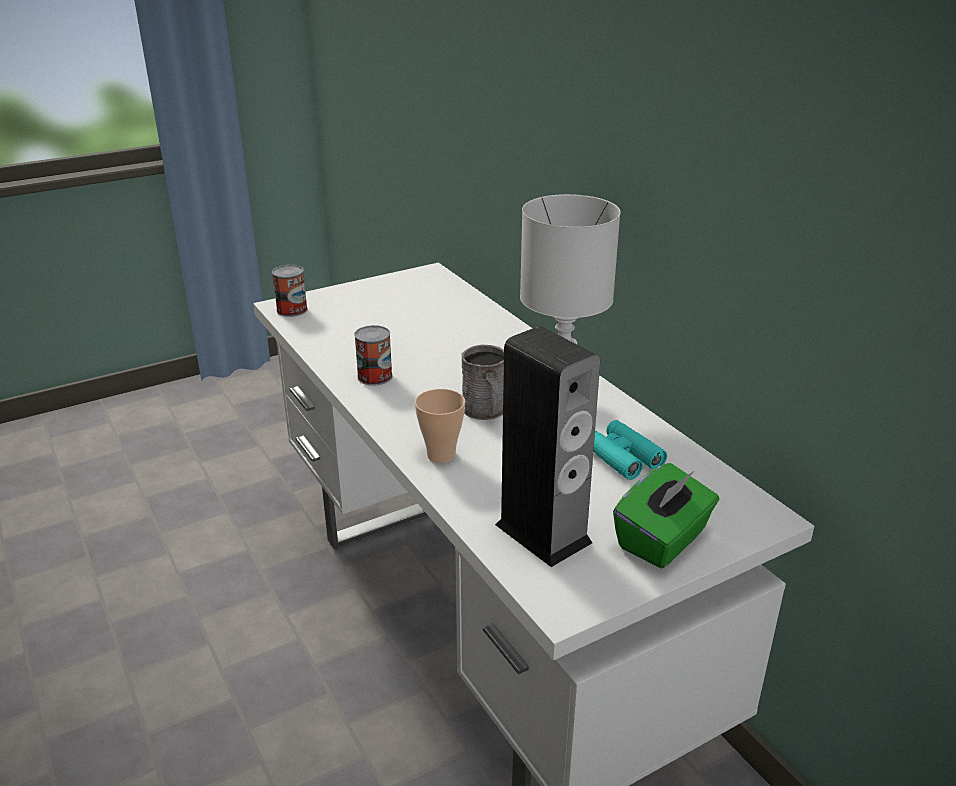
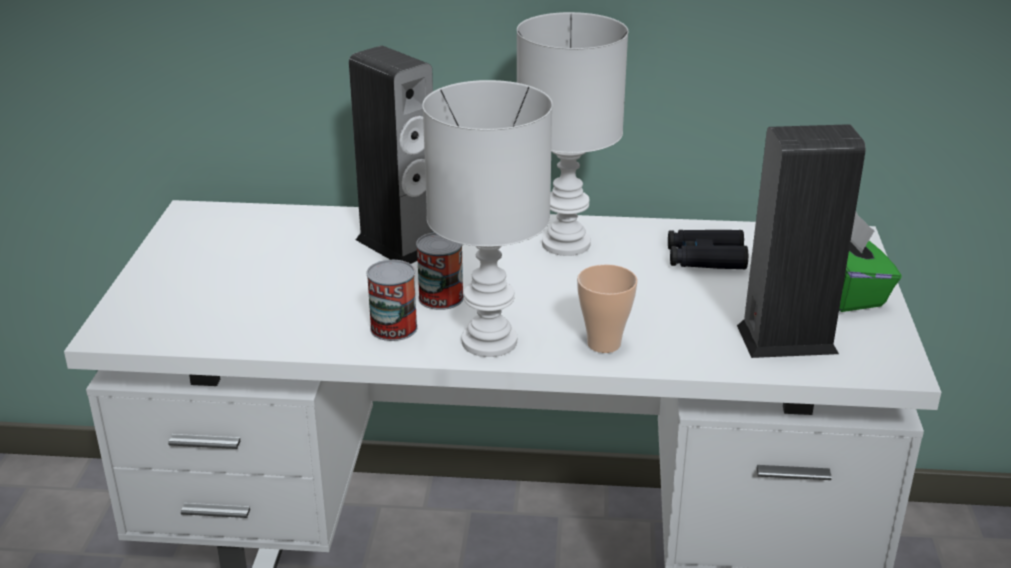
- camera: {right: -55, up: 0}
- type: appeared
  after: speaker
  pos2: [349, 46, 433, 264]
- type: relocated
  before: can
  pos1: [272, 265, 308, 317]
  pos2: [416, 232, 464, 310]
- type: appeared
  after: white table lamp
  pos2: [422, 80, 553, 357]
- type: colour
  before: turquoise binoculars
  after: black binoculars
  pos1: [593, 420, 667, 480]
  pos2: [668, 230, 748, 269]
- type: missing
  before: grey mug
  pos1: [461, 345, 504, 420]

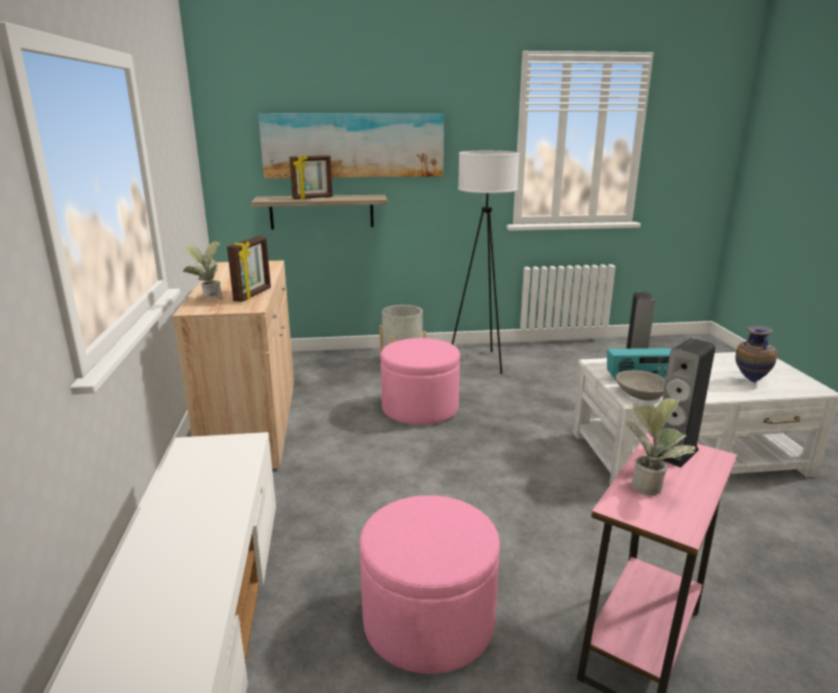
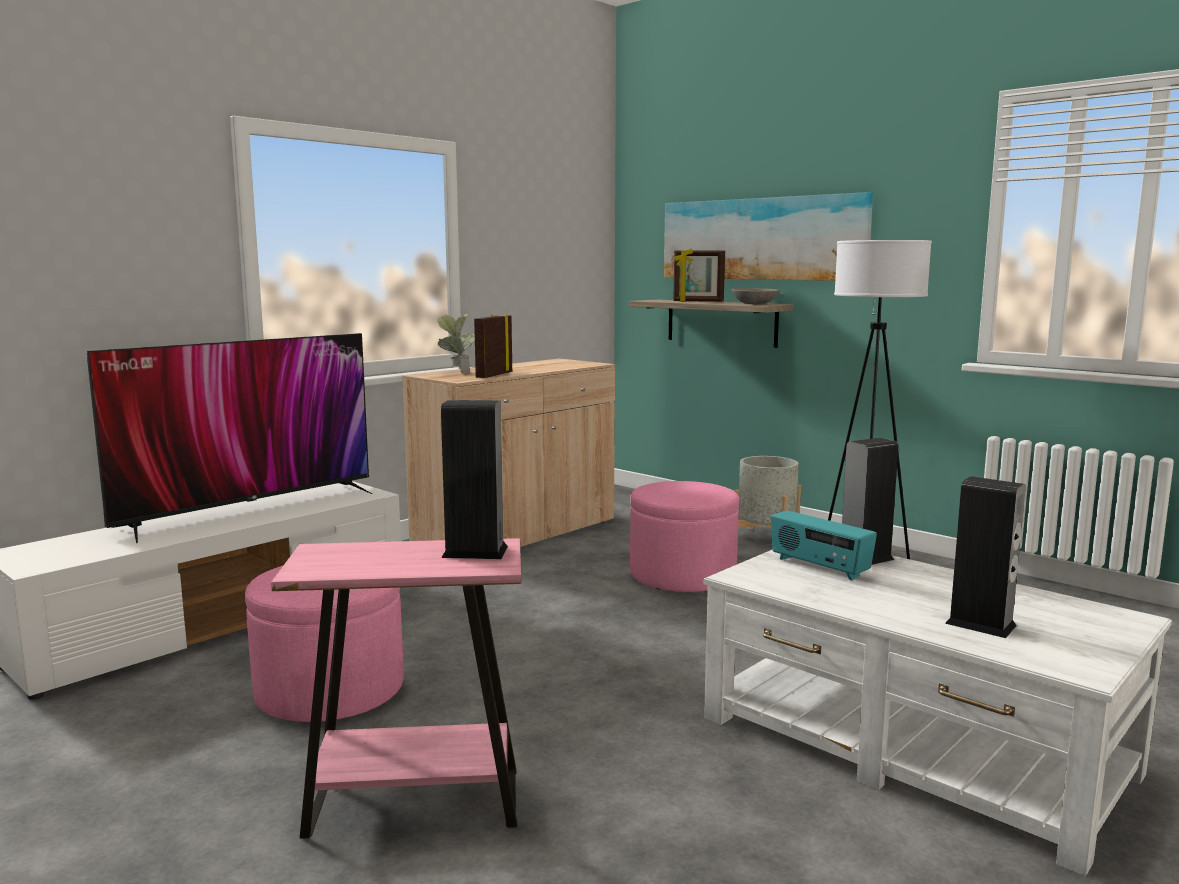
- camera: {right: 50, up: -10}
- type: appeared
  after: television
  pos2: [87, 333, 372, 543]
- type: spun
  before: picture frame
  pos1: [227, 236, 271, 302]
  pos2: [474, 314, 512, 378]
  turn: 135
- type: relocated
  before: grey bowl
  pos1: [615, 370, 666, 400]
  pos2: [731, 288, 779, 304]
- type: exchanged
  before: vase
  after: speaker
  pos1: [735, 326, 777, 383]
  pos2: [945, 476, 1026, 638]
- type: missing
  before: potted plant
  pos1: [625, 398, 695, 496]

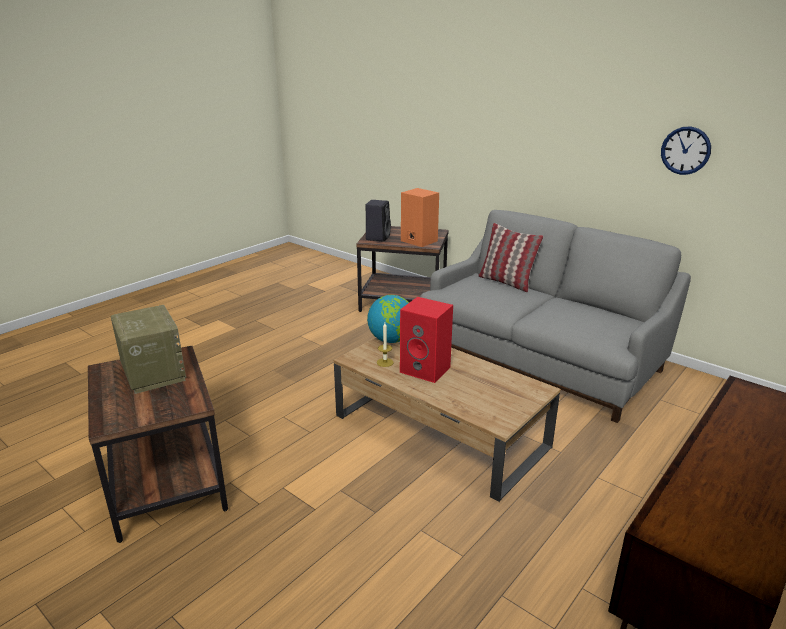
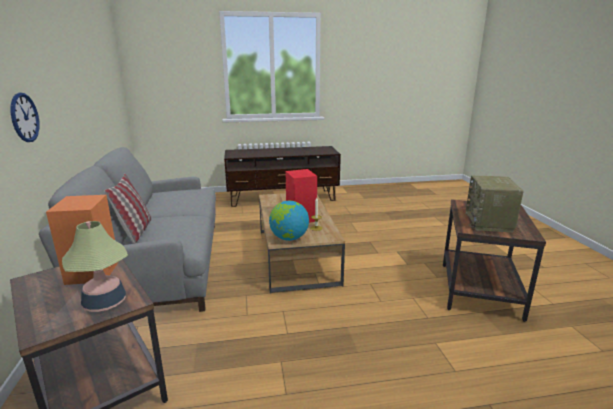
- camera: {right: -140, up: -5}
- type: relocated
  before: wall clock
  pos1: [661, 126, 711, 175]
  pos2: [11, 93, 39, 142]
- type: exchanged
  before: black speaker
  after: table lamp
  pos1: [365, 200, 391, 242]
  pos2: [62, 221, 128, 312]

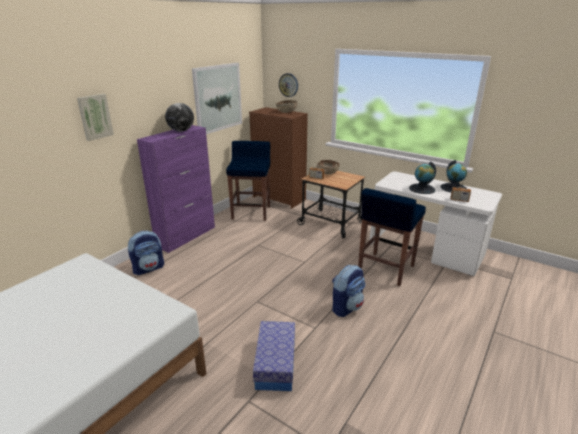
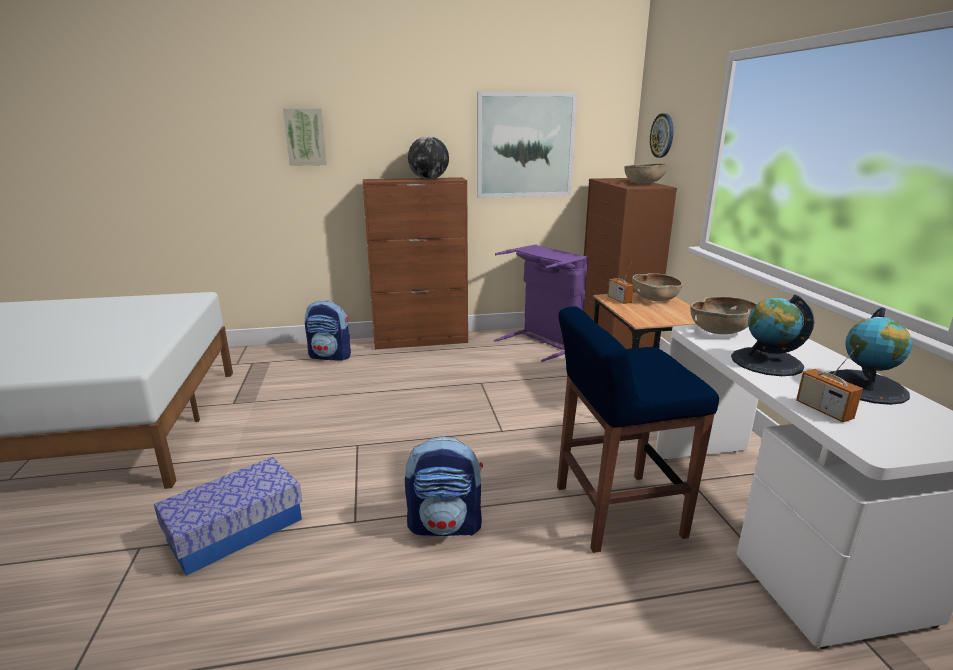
- camera: {right: 45, up: -5}
- type: colour
  before: purple cabinet
  after: brown cabinet
  pos1: [137, 125, 215, 253]
  pos2: [363, 177, 468, 349]
- type: exchanged
  before: blue stool
  after: purple laundry basket
  pos1: [226, 141, 270, 221]
  pos2: [494, 244, 588, 362]
- type: appeared
  after: brown bowl
  pos2: [690, 296, 757, 334]

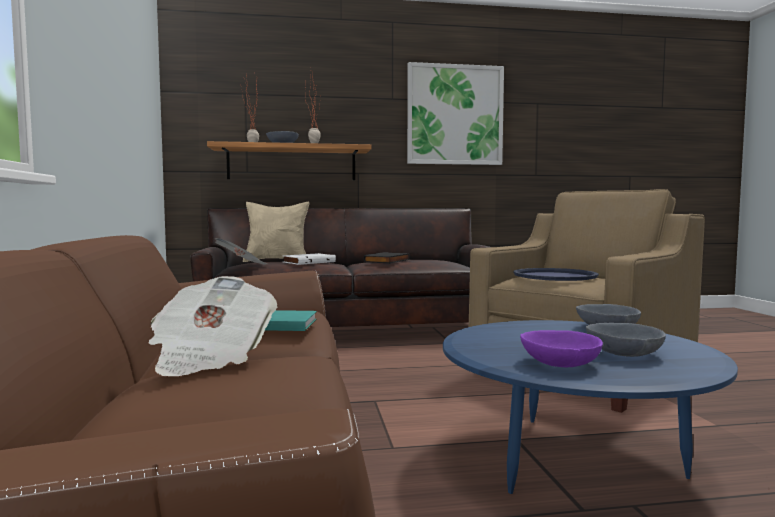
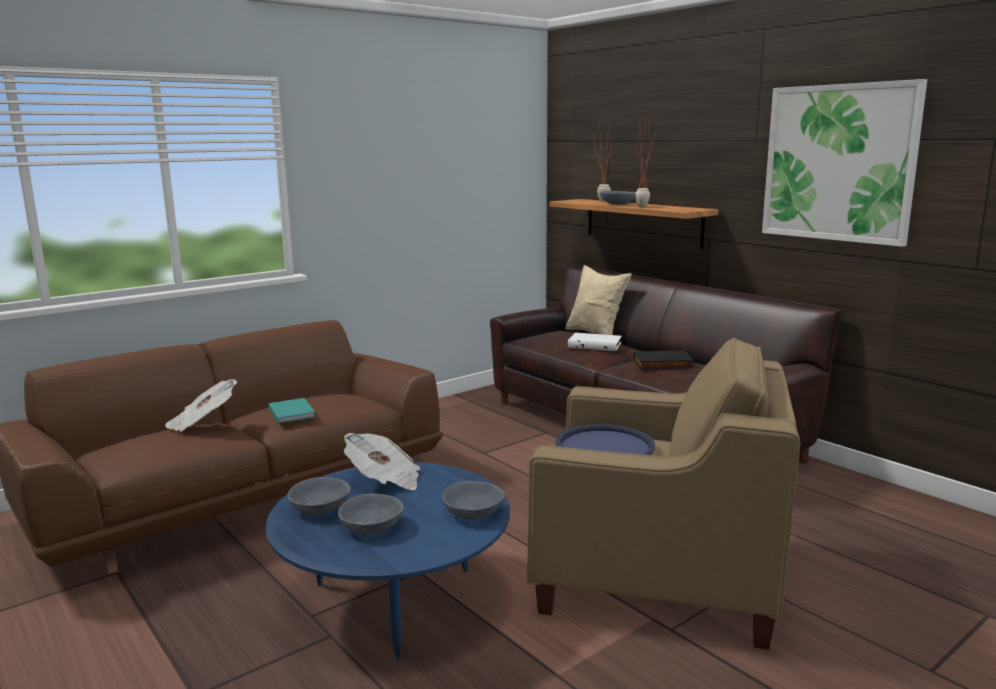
- camera: {right: 60, up: 10}
- type: colour
  before: purple bowl
  after: grey bowl
  pos1: [520, 330, 603, 367]
  pos2: [288, 477, 351, 515]
- type: relocated
  before: newspaper
  pos1: [214, 238, 267, 265]
  pos2: [344, 433, 420, 490]

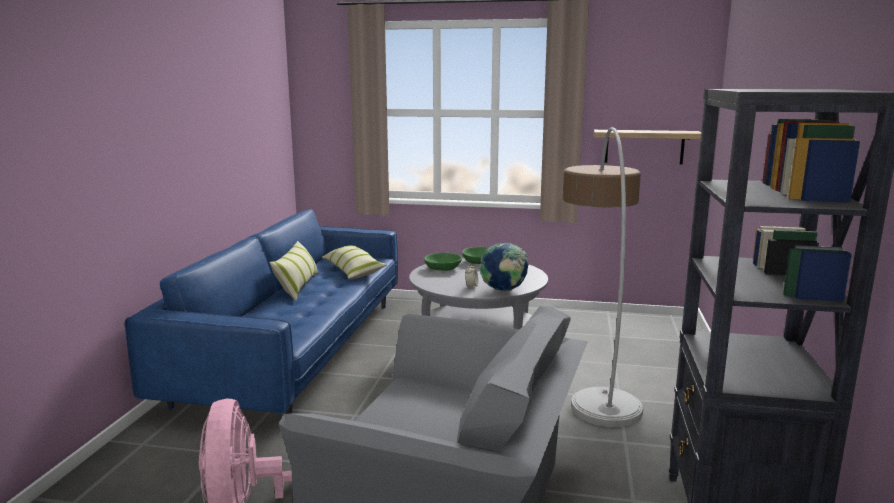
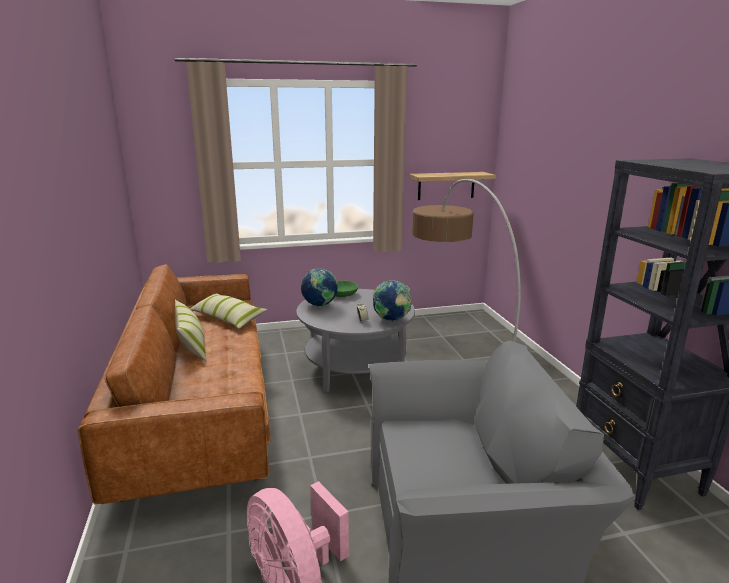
- camera: {right: -25, up: 5}
- type: colour
  before: blue sofa
  after: brown sofa
  pos1: [125, 209, 398, 414]
  pos2: [78, 264, 271, 504]
- type: exchanged
  before: green bowl
  after: globe
  pos1: [424, 253, 462, 271]
  pos2: [301, 268, 338, 307]

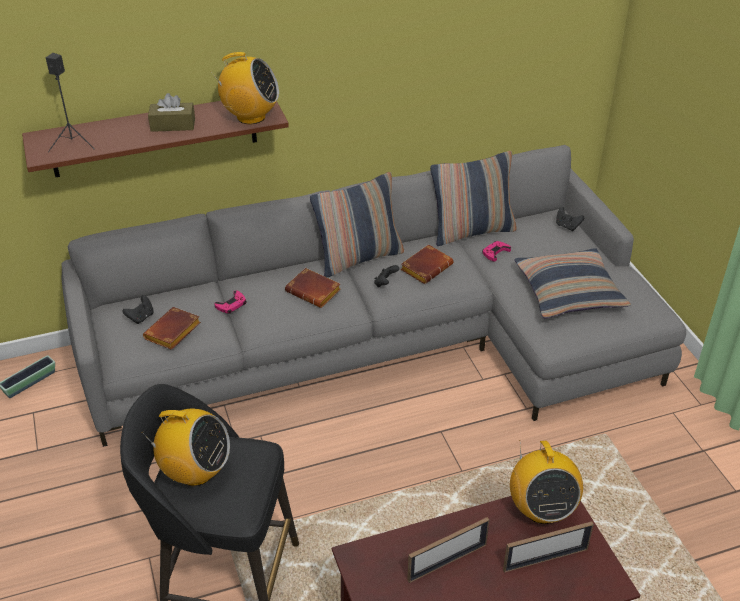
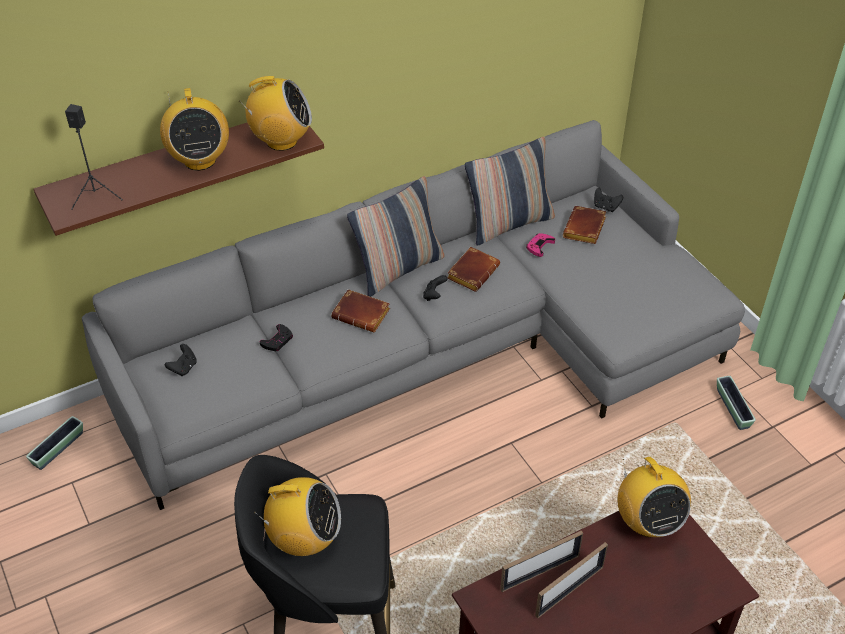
- camera: {right: -10, up: 5}
- type: exchanged
  before: brown tissue box
  after: radio
  pos1: [148, 93, 195, 132]
  pos2: [160, 88, 229, 171]
- type: colour
  before: pink game controller
  after: black game controller
  pos1: [214, 290, 246, 314]
  pos2: [260, 324, 293, 351]
- type: relocated
  before: picture frame
  pos1: [503, 521, 594, 572]
  pos2: [500, 531, 583, 592]
- type: relocated
  before: brown book
  pos1: [143, 307, 201, 350]
  pos2: [563, 206, 607, 244]
- type: appeared
  after: planter
  pos2: [717, 376, 756, 430]
- type: missing
  before: pillow
  pos1: [514, 248, 631, 319]

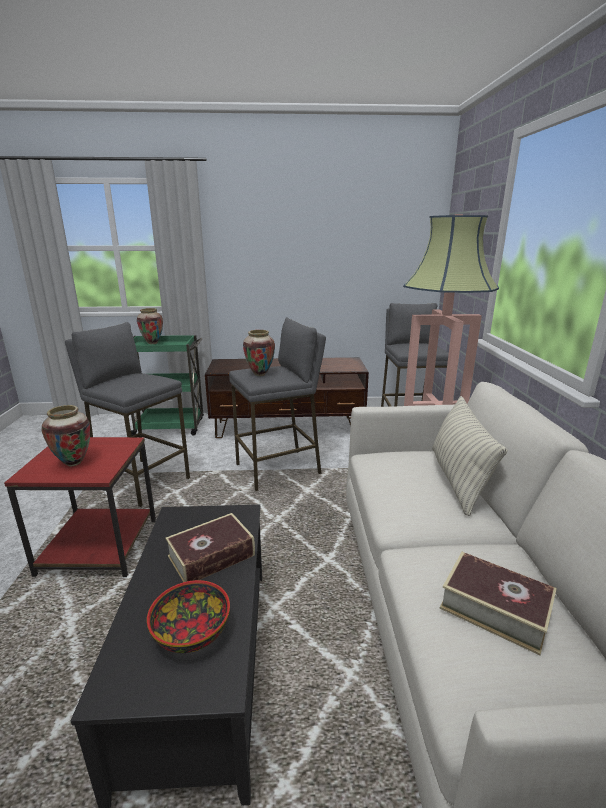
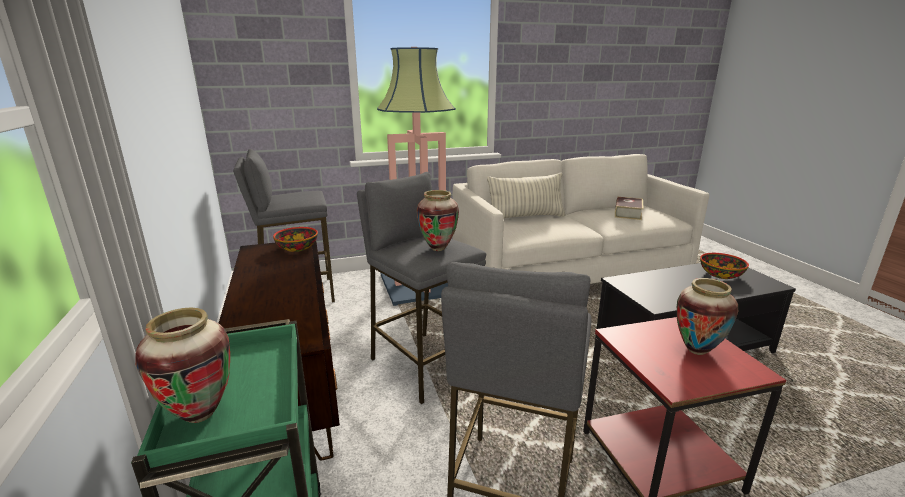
- camera: {right: -105, up: 0}
- type: appeared
  after: bowl
  pos2: [273, 227, 318, 252]
- type: missing
  before: book
  pos1: [165, 513, 255, 582]

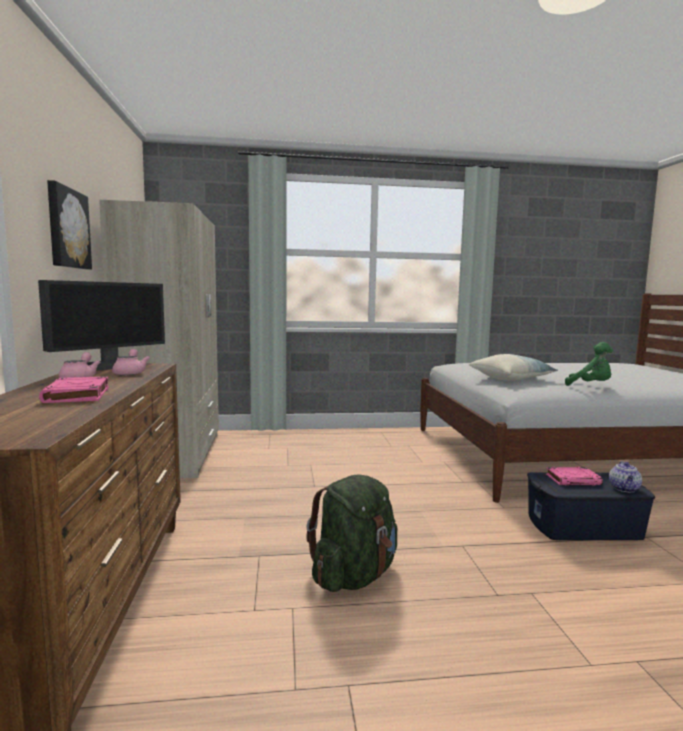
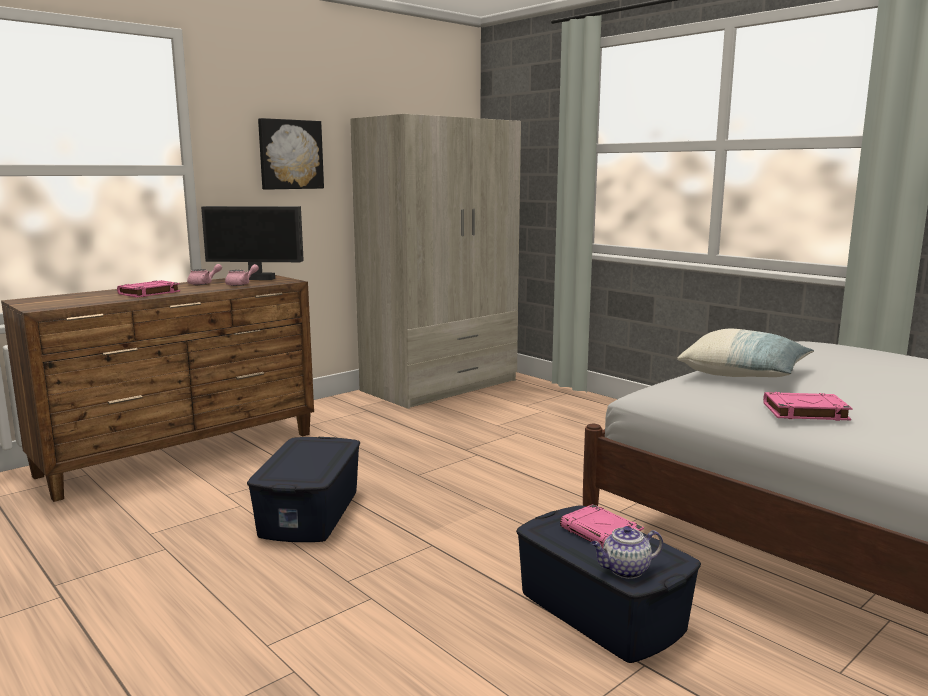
- camera: {right: 55, up: 5}
- type: exchanged
  before: green backpack
  after: blue storage box
  pos1: [306, 474, 397, 592]
  pos2: [247, 437, 360, 542]
- type: exchanged
  before: green plush toy
  after: pink book
  pos1: [565, 342, 613, 386]
  pos2: [763, 392, 853, 421]

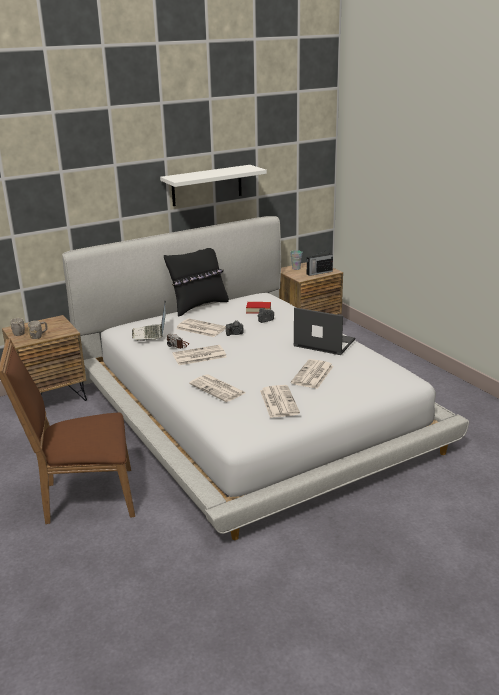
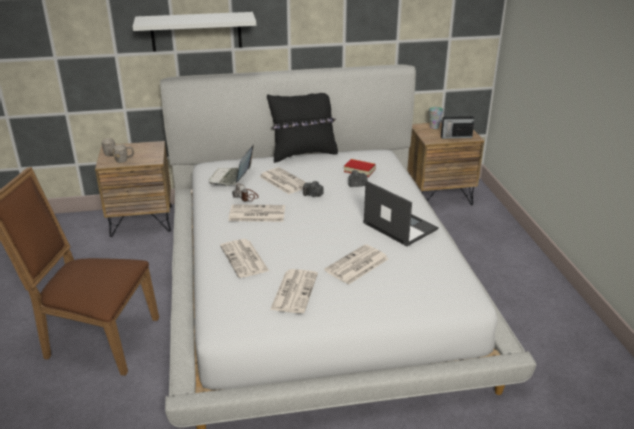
- camera: {right: 20, up: 5}
- type: relocated
  before: white shelf
  pos1: [160, 165, 267, 206]
  pos2: [133, 12, 256, 51]

